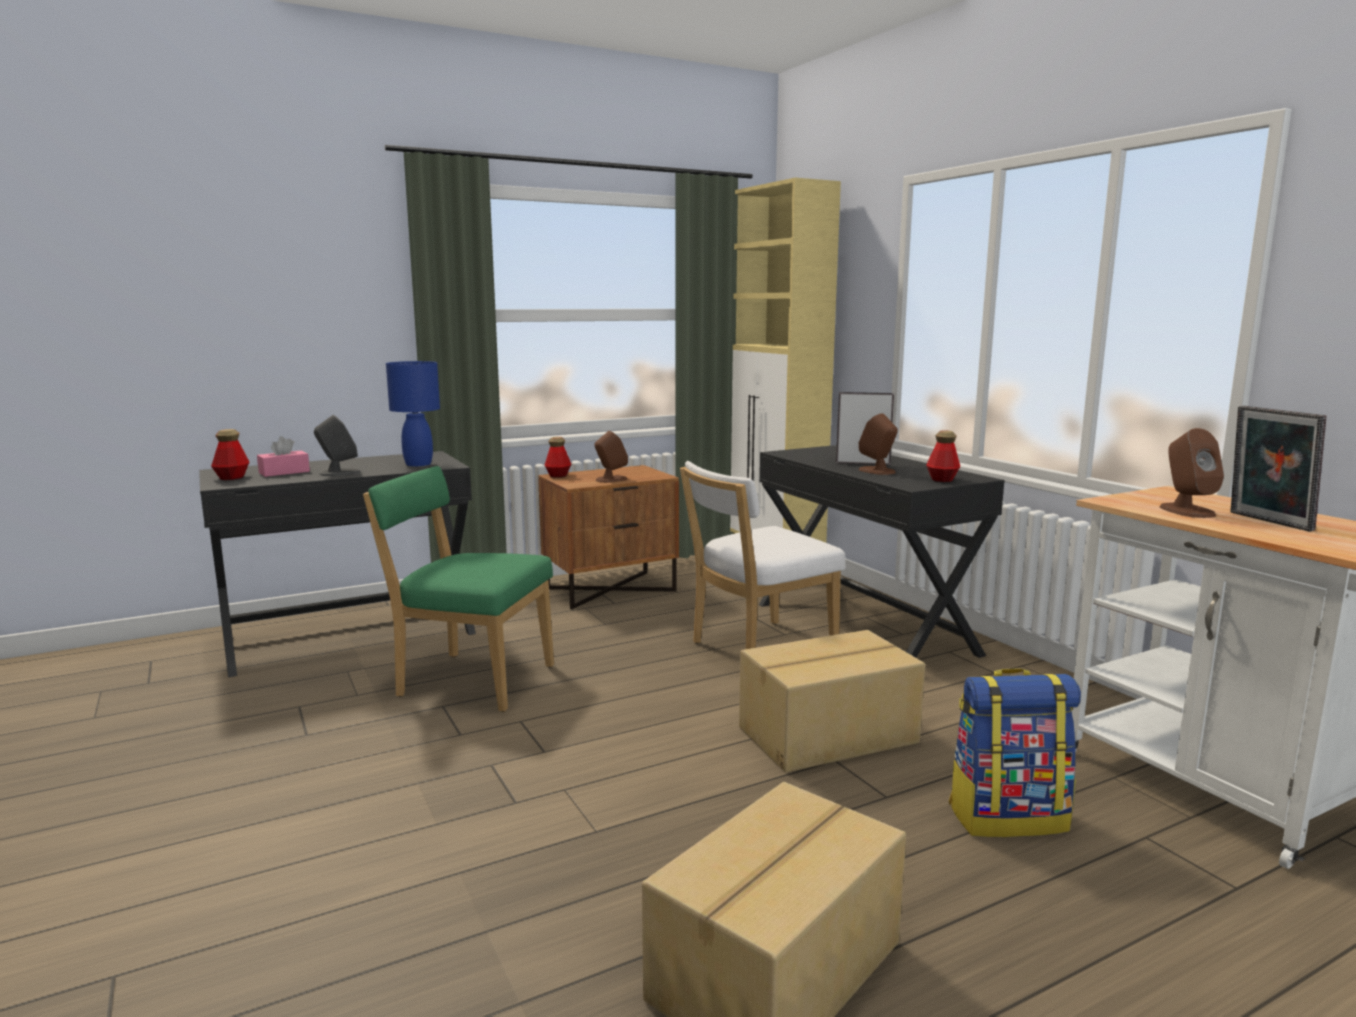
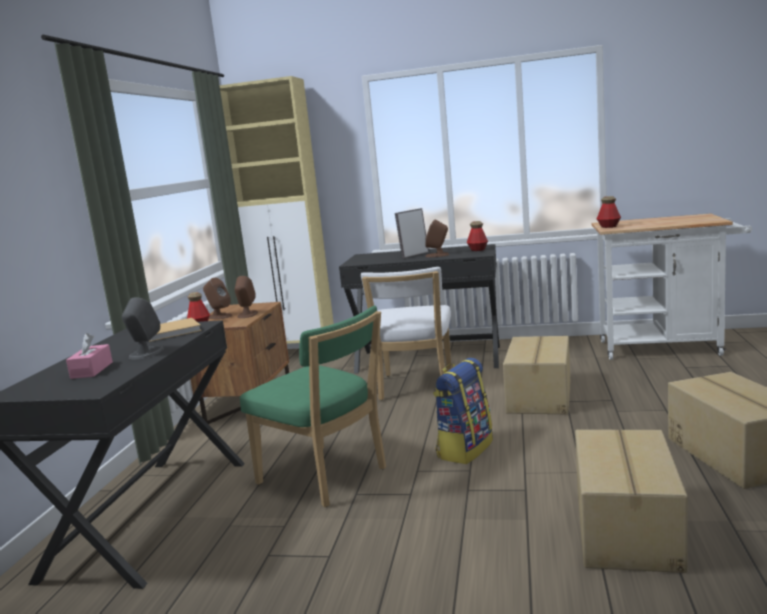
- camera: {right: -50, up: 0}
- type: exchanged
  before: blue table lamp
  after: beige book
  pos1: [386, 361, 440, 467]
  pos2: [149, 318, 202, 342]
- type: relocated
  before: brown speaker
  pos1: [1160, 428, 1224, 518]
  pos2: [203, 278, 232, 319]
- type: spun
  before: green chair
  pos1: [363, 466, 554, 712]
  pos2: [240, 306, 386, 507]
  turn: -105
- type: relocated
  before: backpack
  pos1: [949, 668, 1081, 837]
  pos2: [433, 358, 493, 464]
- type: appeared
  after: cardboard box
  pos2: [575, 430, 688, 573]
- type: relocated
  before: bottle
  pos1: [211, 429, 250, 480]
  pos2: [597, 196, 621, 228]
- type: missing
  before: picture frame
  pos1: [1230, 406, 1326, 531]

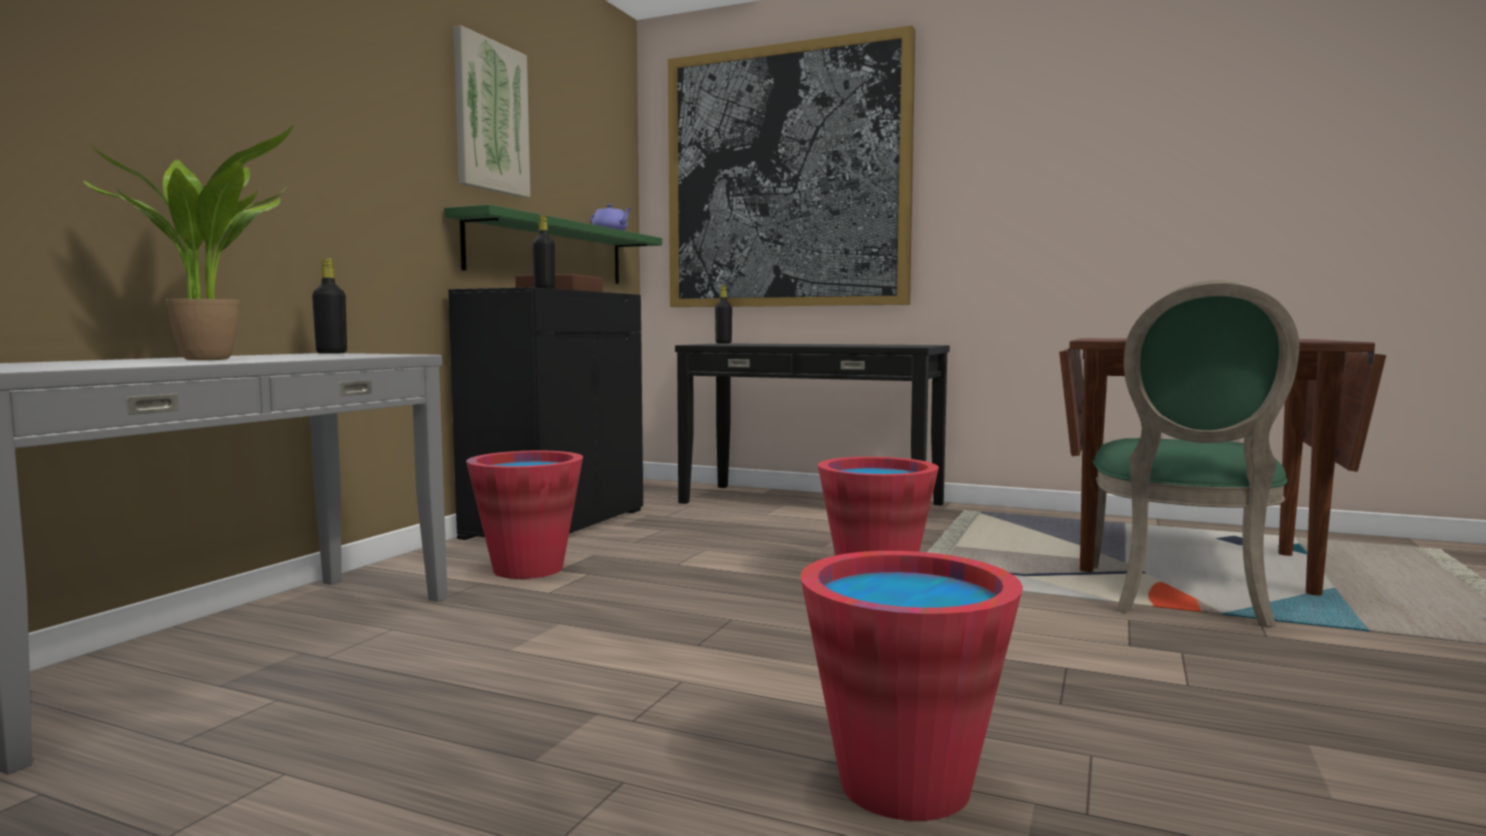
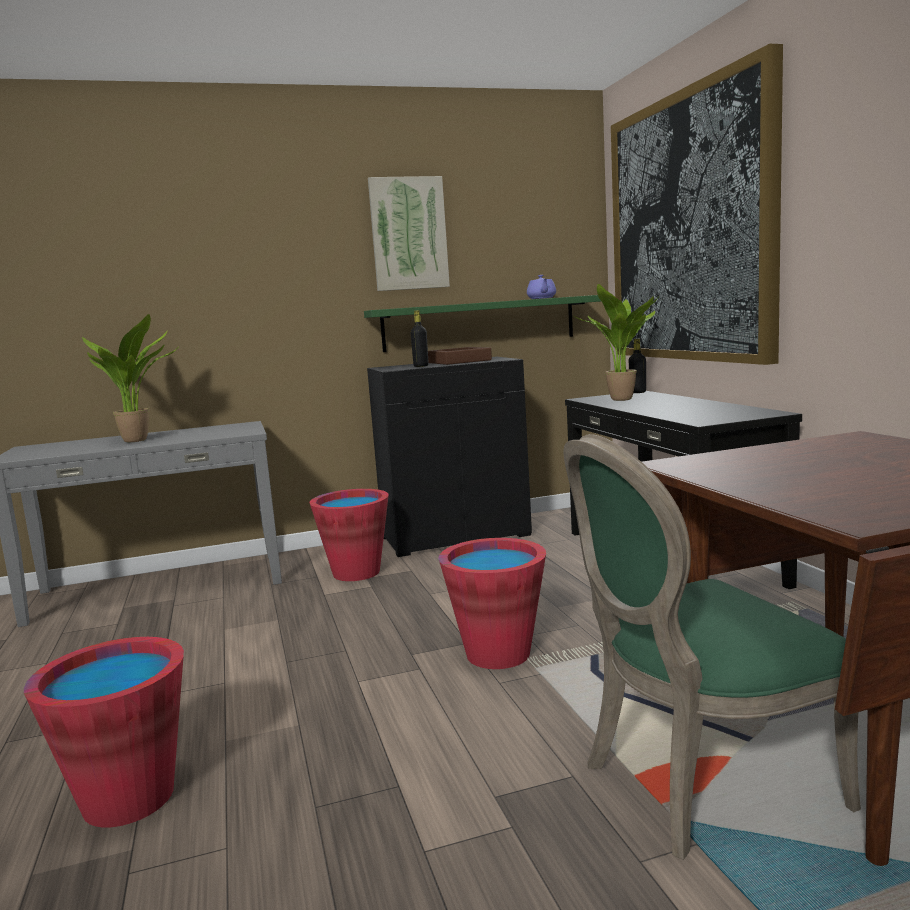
- camera: {right: 50, up: 5}
- type: appeared
  after: potted plant
  pos2: [572, 284, 660, 401]
- type: missing
  before: black bottle
  pos1: [312, 258, 347, 354]

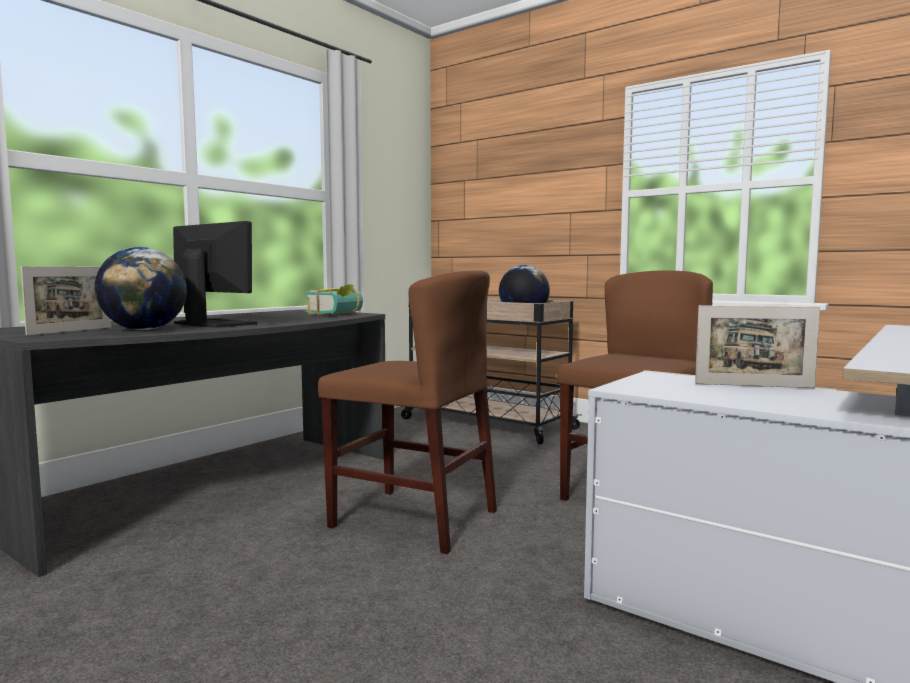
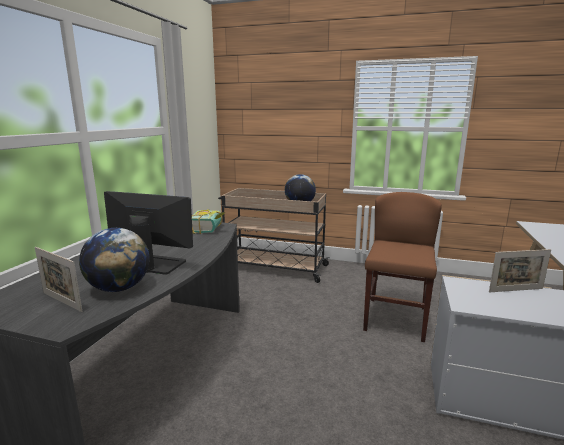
- camera: {right: -20, up: 10}
- type: spun
  before: picture frame
  pos1: [21, 266, 112, 336]
  pos2: [35, 247, 82, 312]
  turn: 120
- type: missing
  before: brown chair
  pos1: [318, 271, 497, 554]

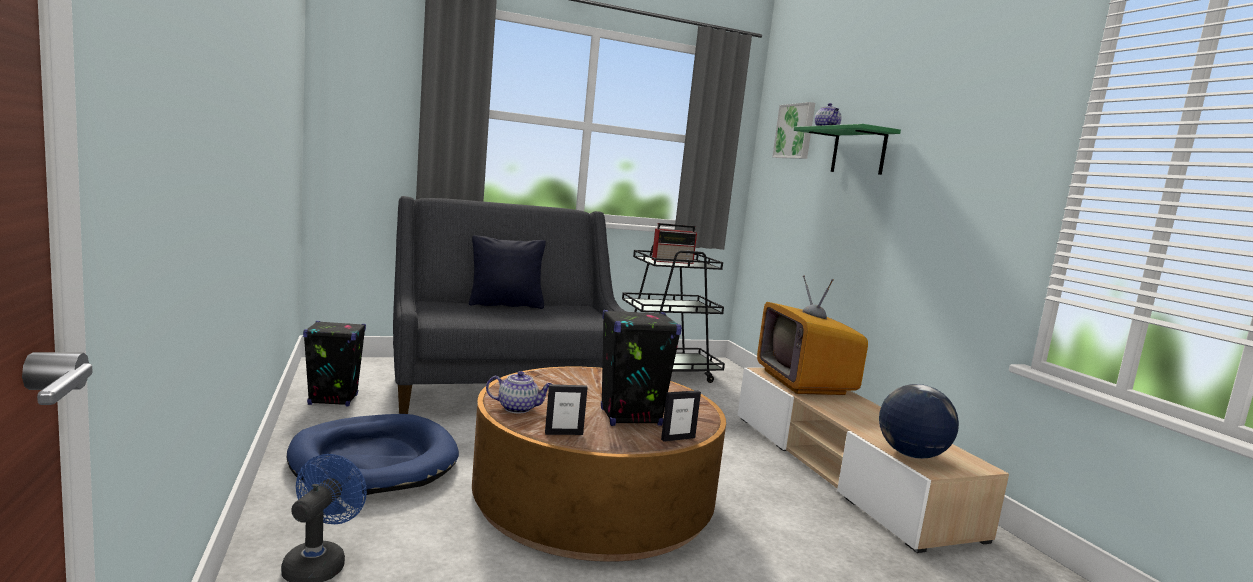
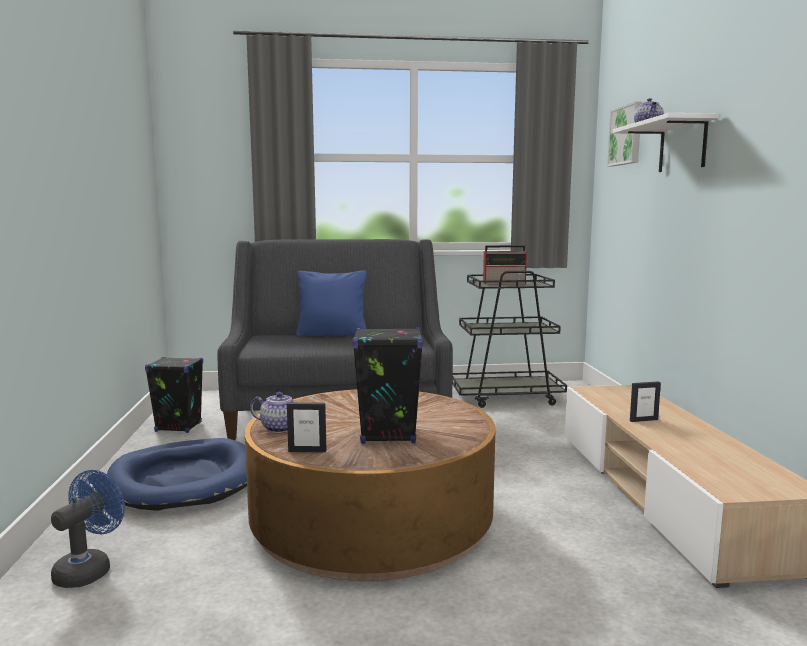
- camera: {right: 15, up: 0}
- type: colour
  before: black pillow
  after: blue pillow
  pos1: [469, 235, 546, 309]
  pos2: [296, 270, 367, 337]
- type: colour
  before: green shelf
  after: white shelf
  pos1: [794, 124, 901, 175]
  pos2: [612, 113, 720, 172]
- type: relocated
  before: picture frame
  pos1: [661, 390, 701, 442]
  pos2: [630, 382, 661, 422]
- type: missing
  before: television
  pos1: [757, 275, 868, 395]
- type: missing
  before: globe
  pos1: [879, 384, 959, 459]

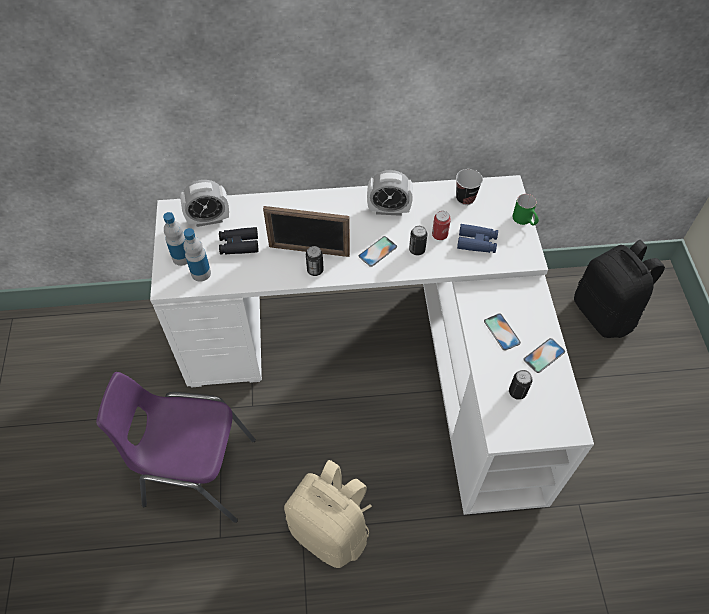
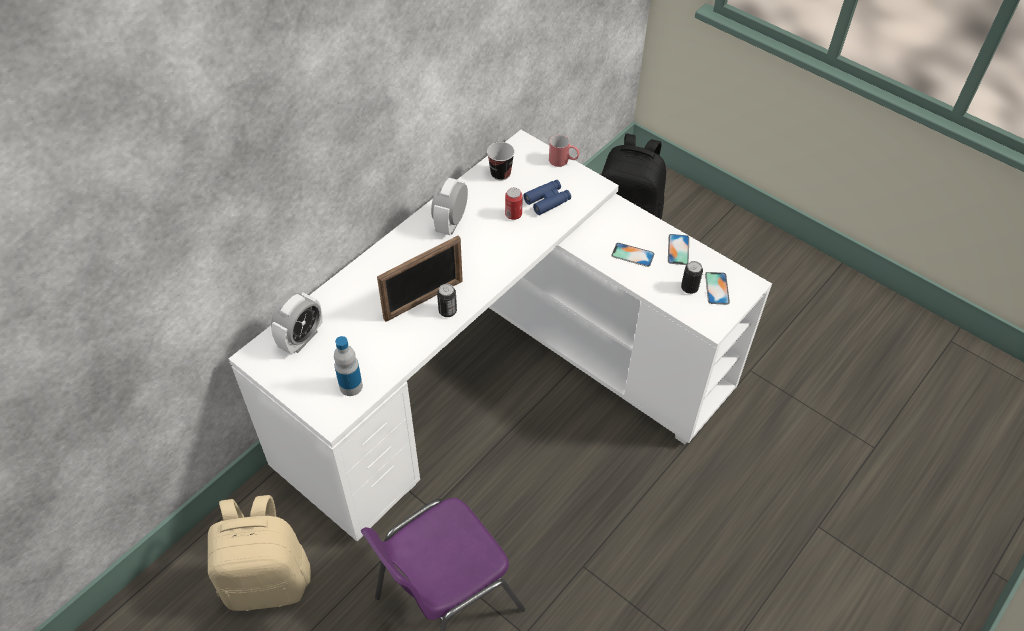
- camera: {right: -45, up: -5}
- type: relocated
  before: beige backpack
  pos1: [284, 460, 372, 568]
  pos2: [208, 495, 311, 611]
- type: spun
  before: alarm clock
  pos1: [367, 170, 413, 216]
  pos2: [431, 178, 468, 235]
  turn: 150
- type: colour
  before: green mug
  after: red mug
  pos1: [512, 194, 539, 226]
  pos2: [549, 135, 580, 167]
- type: relocated
  before: phone
  pos1: [359, 236, 397, 267]
  pos2: [705, 272, 730, 305]
- type: missing
  before: bottle
  pos1: [163, 212, 187, 266]
- type: missing
  before: black binoculars
  pos1: [219, 227, 259, 254]
- type: missing
  before: can
  pos1: [409, 226, 427, 255]

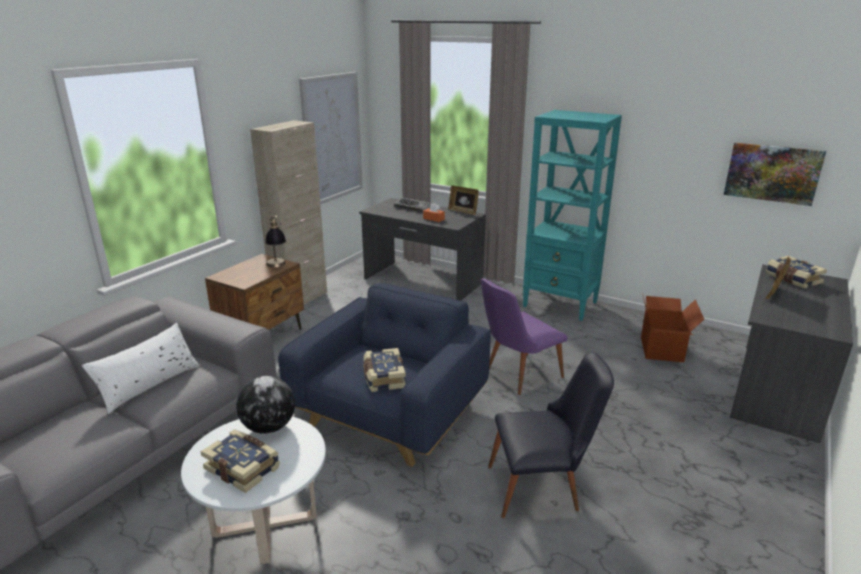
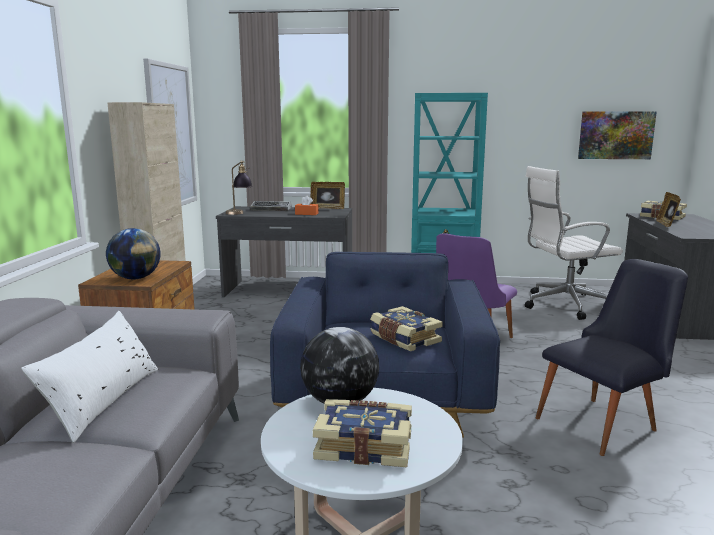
- camera: {right: -25, up: -10}
- type: appeared
  after: globe
  pos2: [106, 228, 161, 279]
- type: relocated
  before: table lamp
  pos1: [265, 215, 286, 267]
  pos2: [225, 161, 252, 215]
- type: exchanged
  before: cardboard box
  after: white office chair
  pos1: [641, 293, 704, 363]
  pos2: [525, 166, 623, 320]

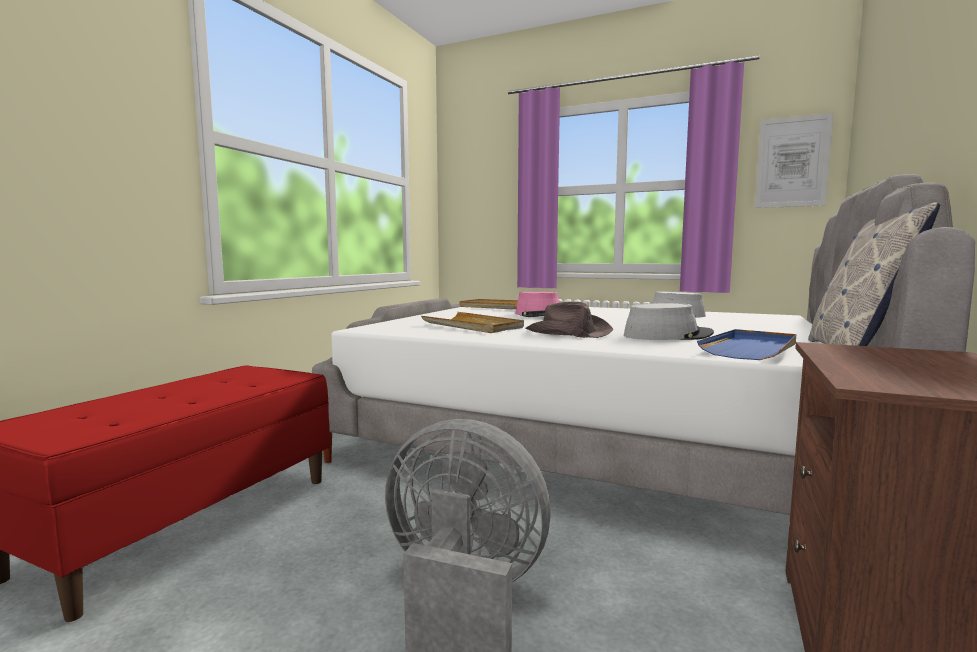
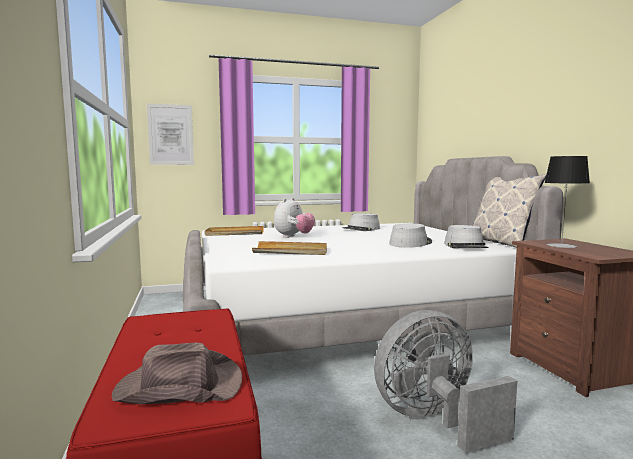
- camera: {right: -40, up: 0}
- type: relocated
  before: brown hat
  pos1: [525, 302, 613, 338]
  pos2: [112, 342, 242, 404]
- type: relocated
  before: picture
  pos1: [755, 113, 834, 208]
  pos2: [147, 103, 194, 165]
- type: exchanged
  before: pink hat
  after: plush toy
  pos1: [515, 291, 560, 317]
  pos2: [274, 198, 315, 238]
- type: exchanged
  before: blue tray
  after: grey hat
  pos1: [697, 329, 796, 360]
  pos2: [444, 225, 489, 248]
- type: appeared
  after: table lamp
  pos2: [544, 156, 590, 248]

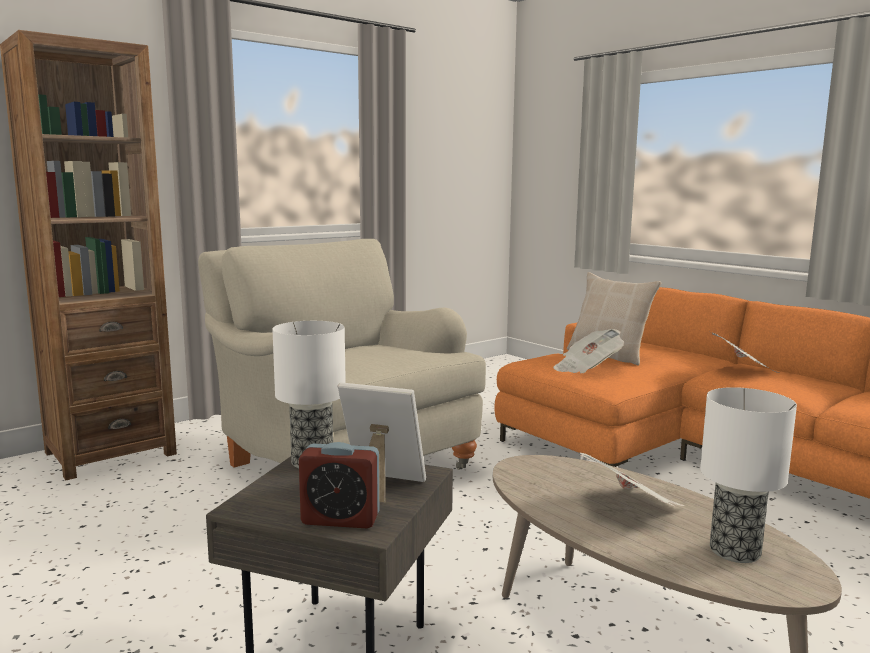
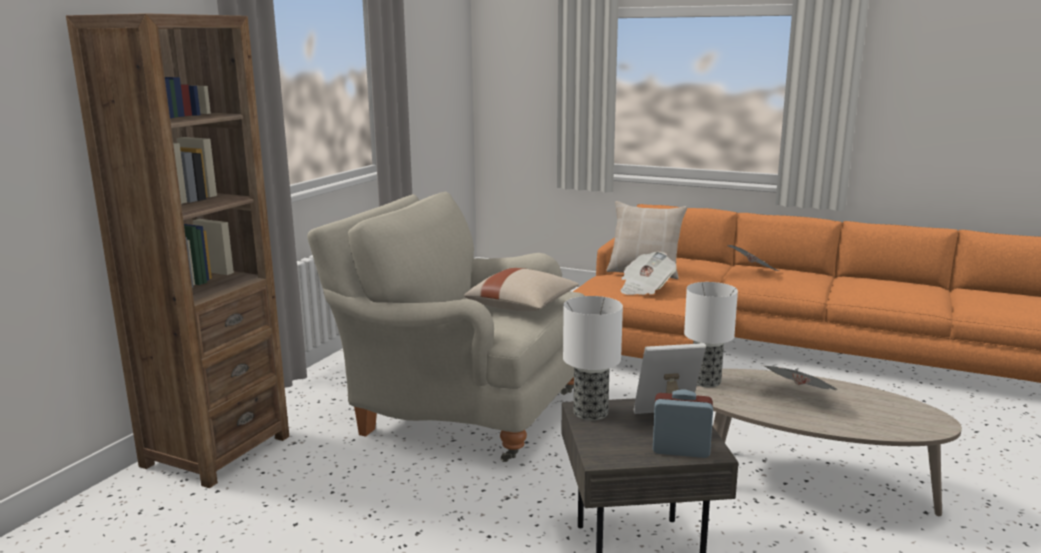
- camera: {right: -25, up: 5}
- type: appeared
  after: beige pillow
  pos2: [464, 268, 579, 311]
- type: spun
  before: alarm clock
  pos1: [299, 442, 379, 528]
  pos2: [653, 389, 713, 458]
  turn: -150
- type: relocated
  before: table lamp
  pos1: [700, 387, 797, 563]
  pos2: [684, 282, 738, 387]

